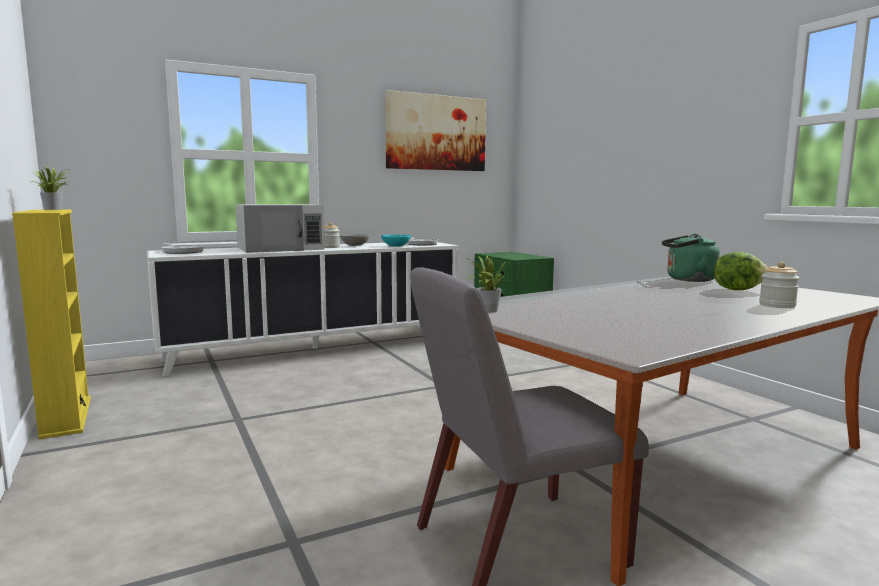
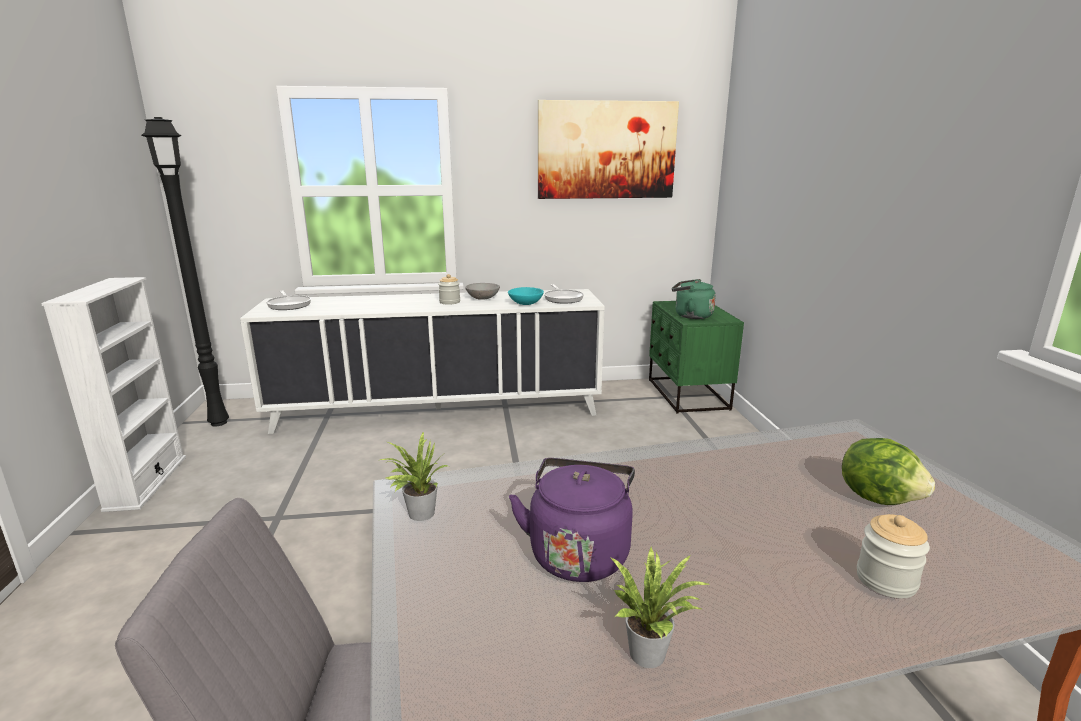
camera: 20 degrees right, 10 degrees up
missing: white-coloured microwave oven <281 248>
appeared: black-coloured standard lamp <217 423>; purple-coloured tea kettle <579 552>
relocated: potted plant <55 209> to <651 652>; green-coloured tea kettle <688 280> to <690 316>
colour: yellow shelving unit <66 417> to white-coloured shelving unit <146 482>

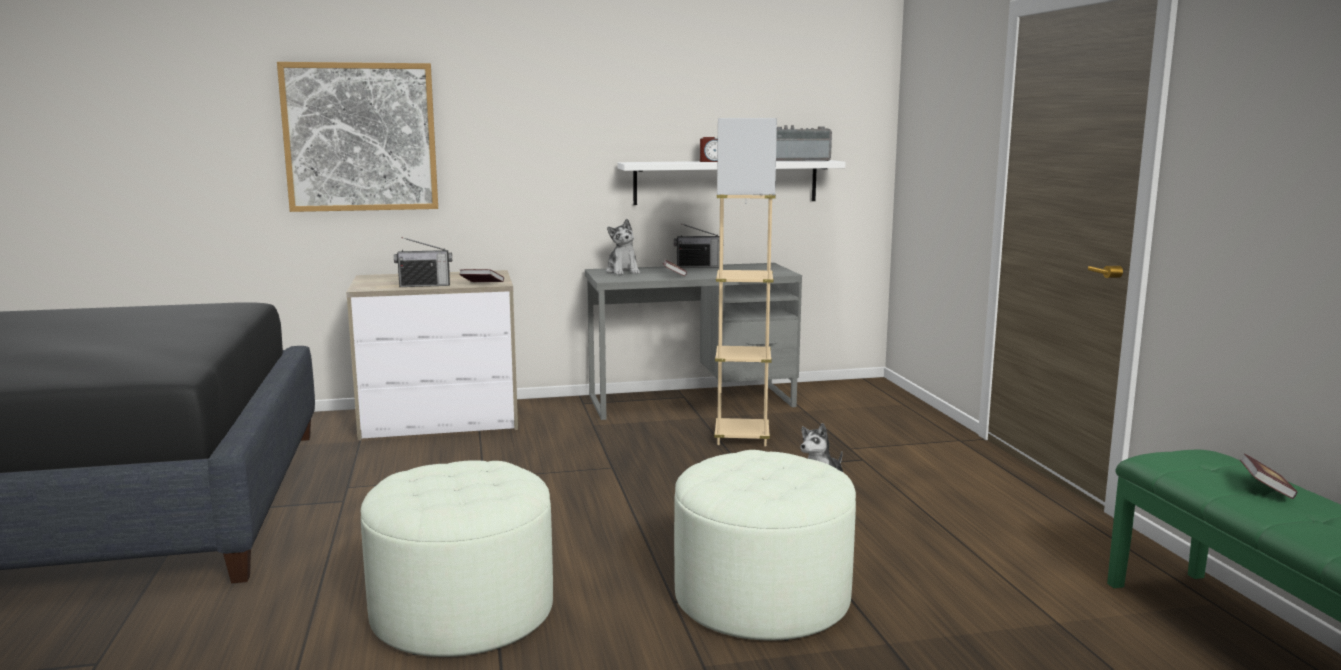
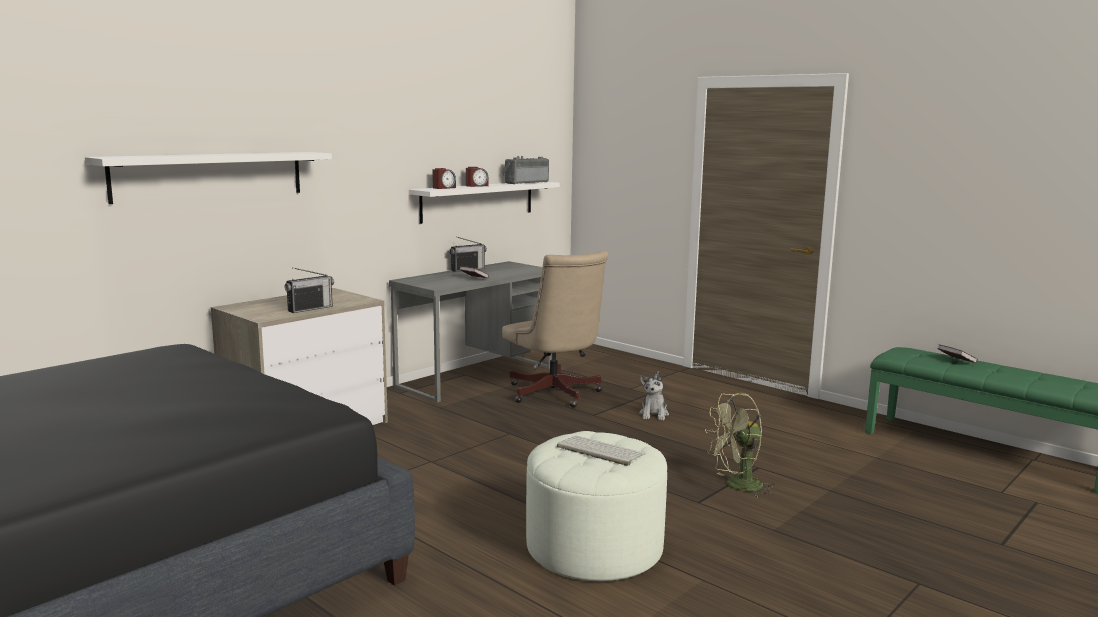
camera: 35 degrees left, 0 degrees up
missing: book <482 284>; plush toy <623 272>
appeared: alarm clock <443 188>; PC keyboard <599 451>
exchanged: wall picture <360 137> to white-coloured bracket shelf <210 176>; white-coloured ottoman <762 598> to green-coloured electric fan <737 486>; sand-coloured standard lamp <741 437> to sand-coloured office chair <555 395>

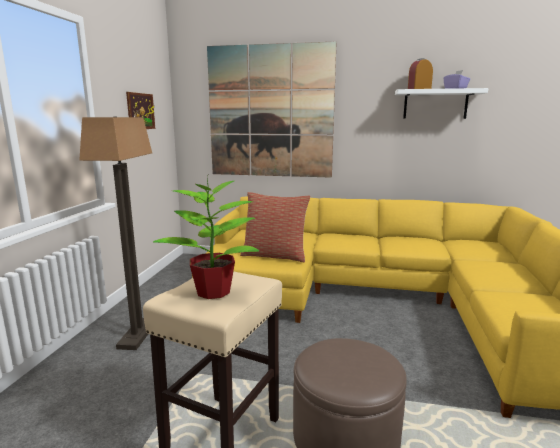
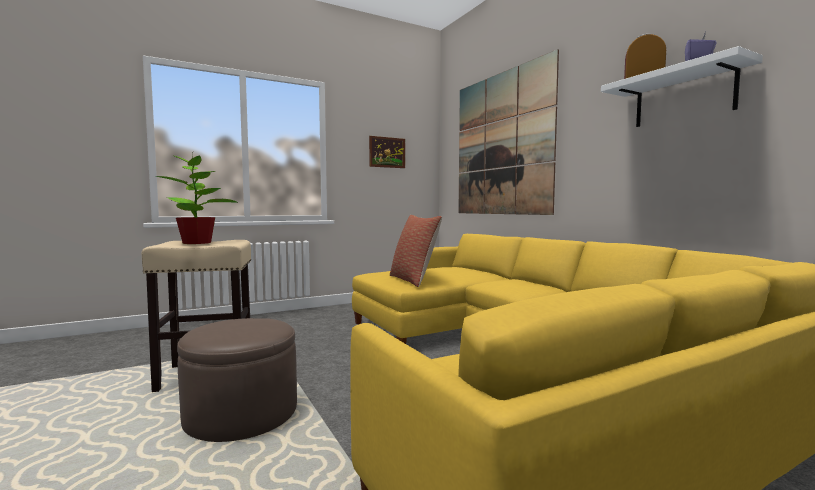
camera: 50 degrees right, 10 degrees down
missing: standard lamp <137 335>

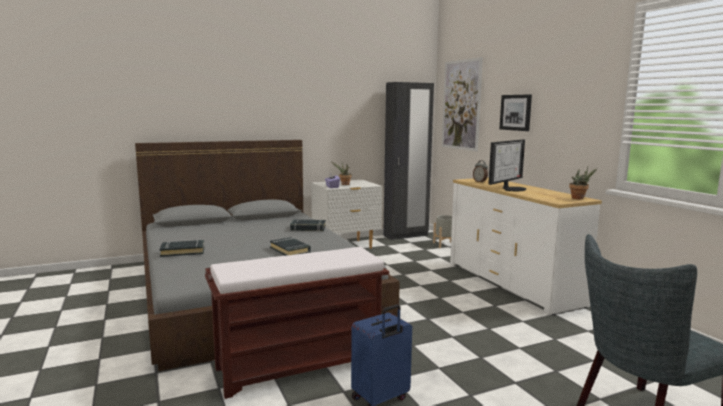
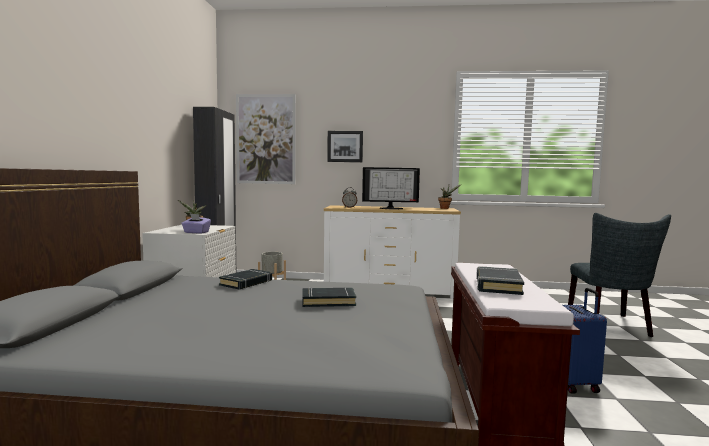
camera: 60 degrees left, 5 degrees down
relocated: black-coloured book <183 251> to <497 285>
spun: computer display <512 189> = <391 208> 105 degrees clockwise

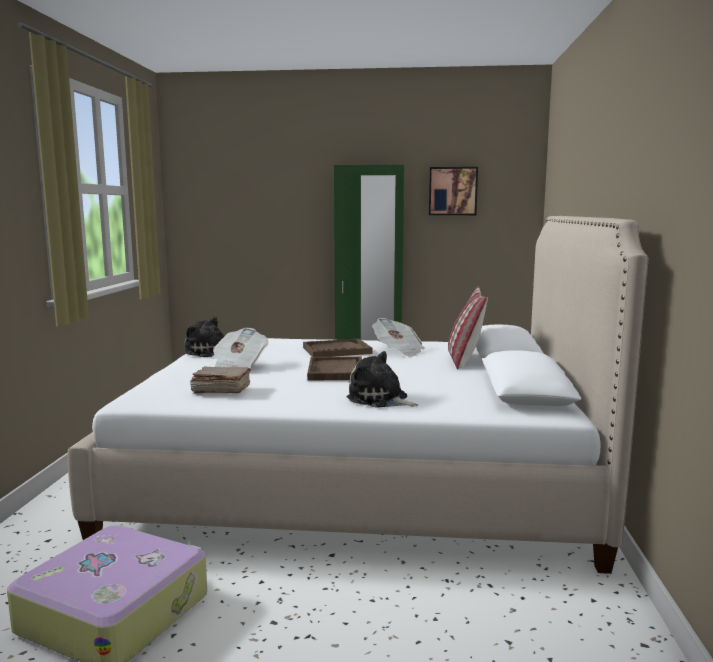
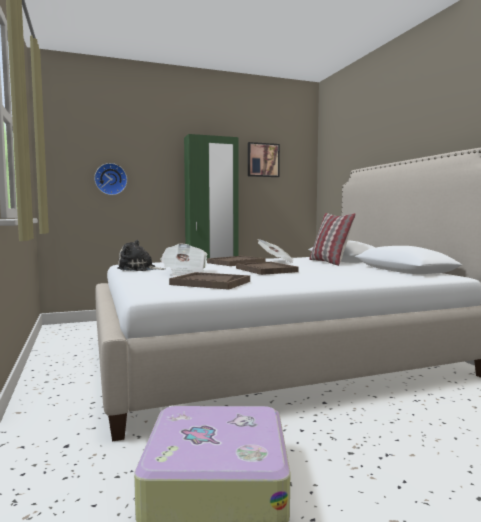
camera: 25 degrees left, 5 degrees down
missing: plush toy <380 399>
appeared: wall clock <110 179>
exchanged: brownish book <220 390> to brownish carrying tray <210 283>

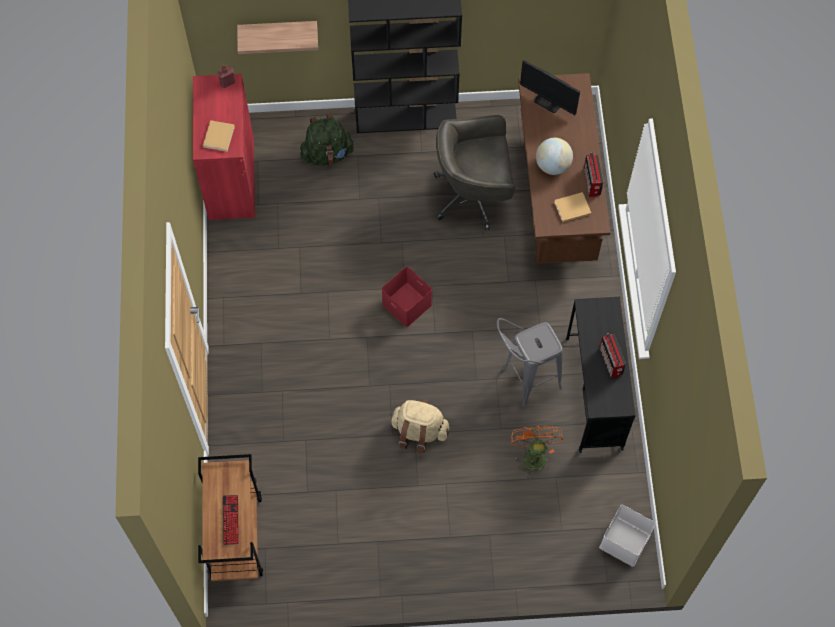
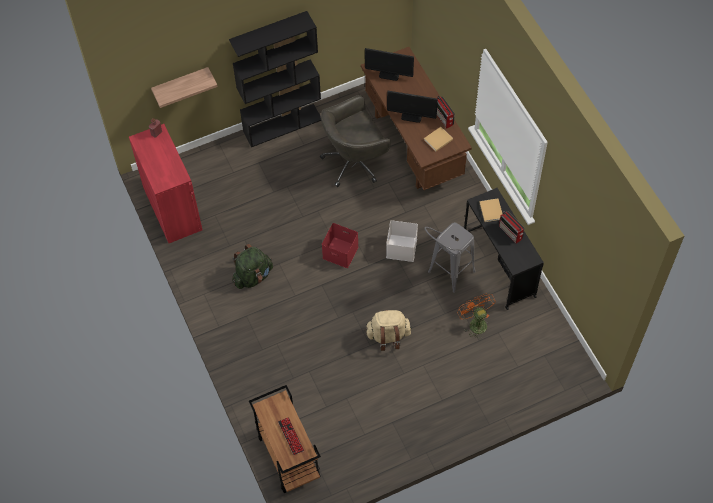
camera: 20 degrees left, 5 degrees down
relocated: sand-coloured book <219 136> to <491 210>; green-coloured backpack <327 154> to <253 276>; white-coloured storage bin <625 542> to <402 248>
exchanged: globe <552 165> to computer display <411 116>

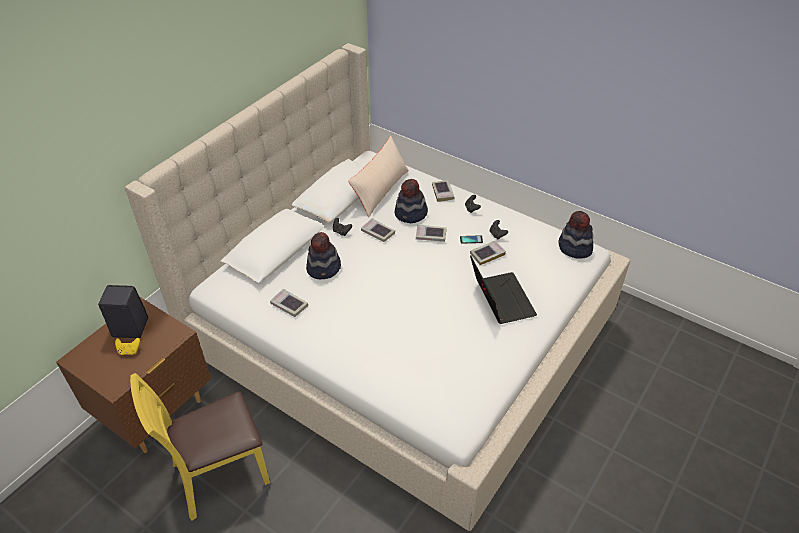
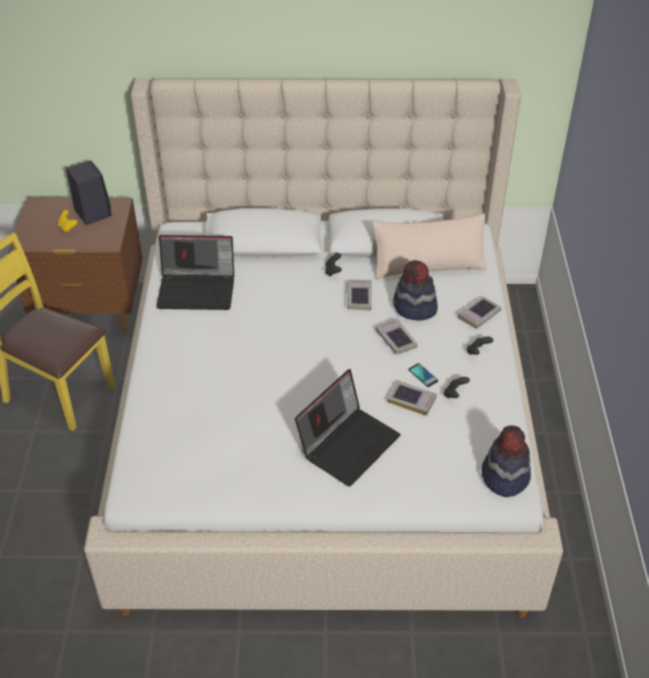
camera: 55 degrees right, 0 degrees up
missing: clothing hat <324 268>
exchanged: book <289 305> to portable computer <198 289>

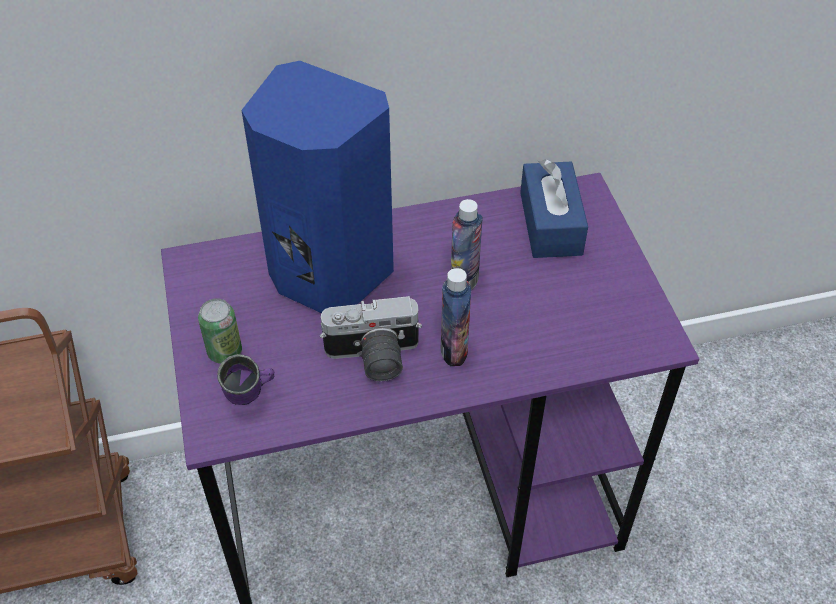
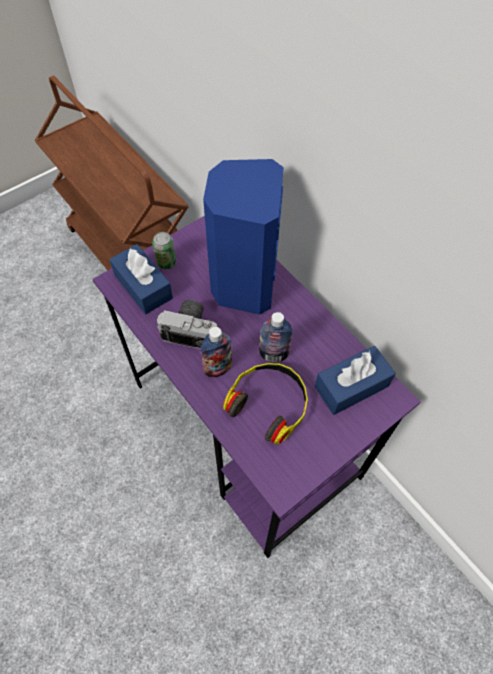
camera: 65 degrees right, 10 degrees up
appeared: pair of headphones <269 403>
exchanged: purple-coloured coffee mug <251 396> to blue tissue holder <143 286>
spun: still camera <373 358> = <193 330> 135 degrees clockwise

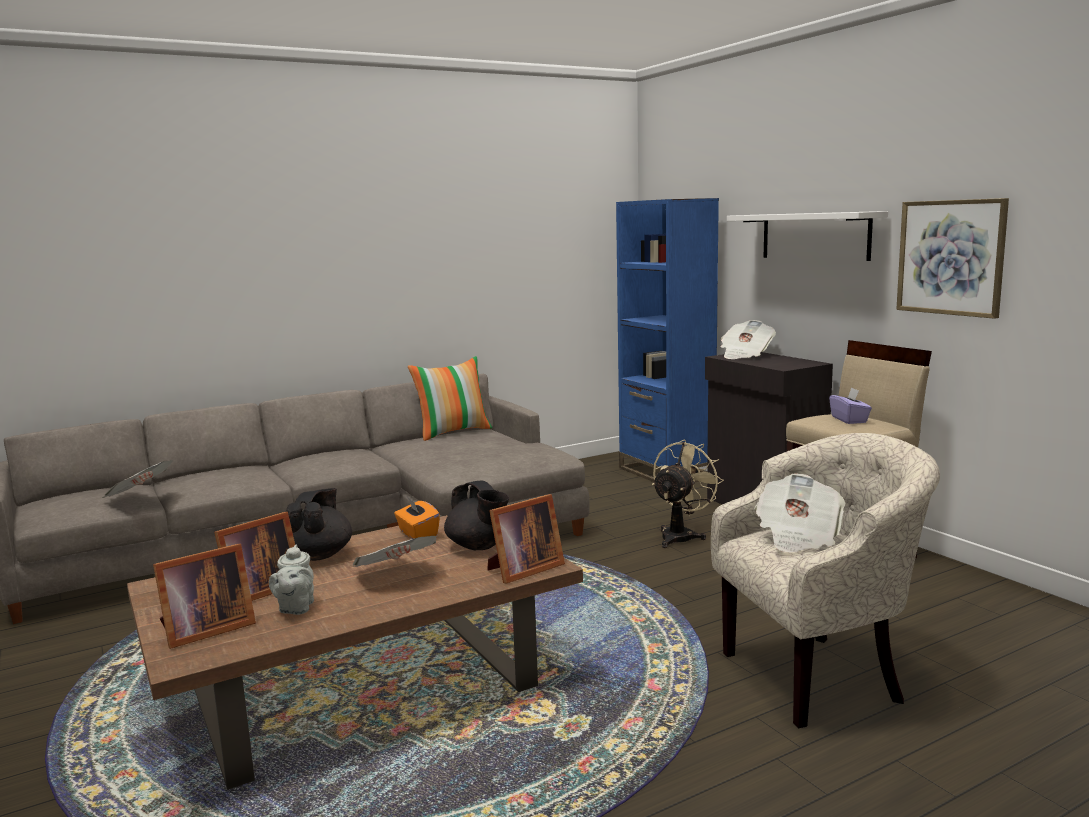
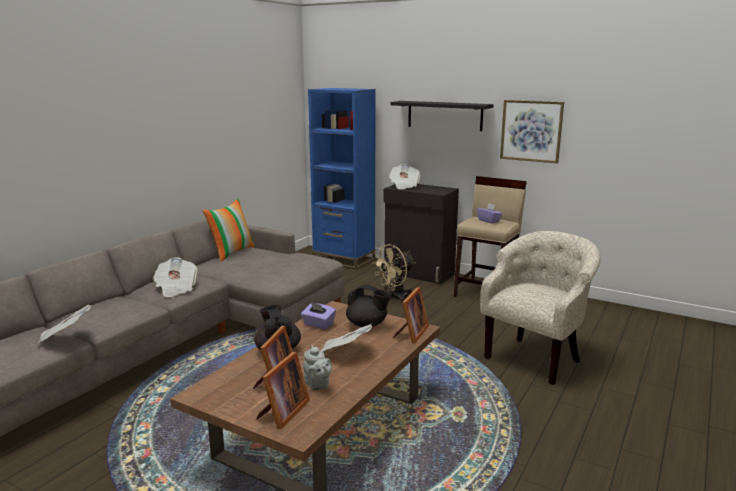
camera: 30 degrees left, 5 degrees up
relocated: newspaper <797 536> to <176 288>
colour: orange tissue holder <417 534> to purple-coloured tissue holder <318 324>; white-coloured bracket shelf <814 236> to black-coloured bracket shelf <444 115>
spun: sand-coloured electric fan <681 536> = <395 297> 135 degrees counterclockwise

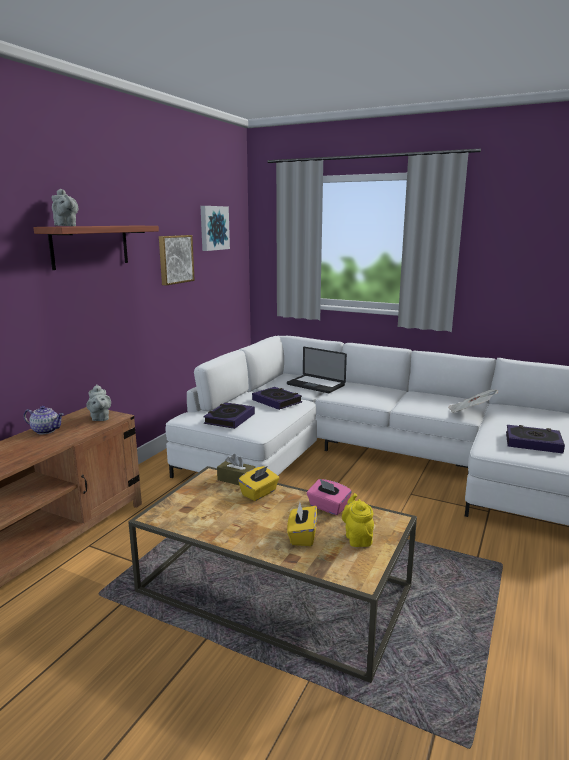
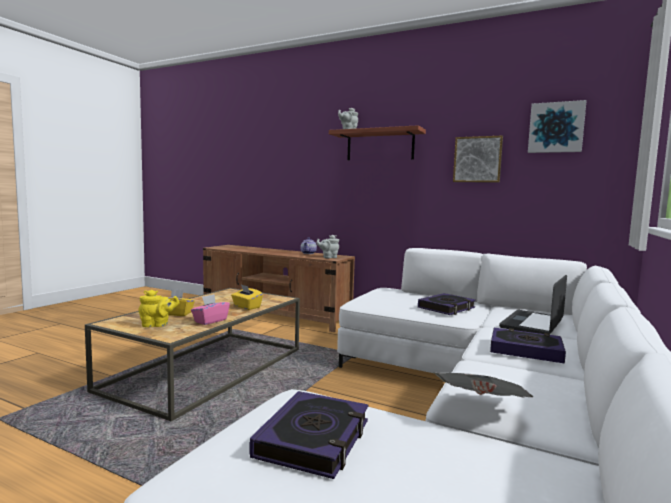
camera: 90 degrees right, 10 degrees down
missing: brownish tissue holder <236 479>
relocated: book <229 419> to <525 350>

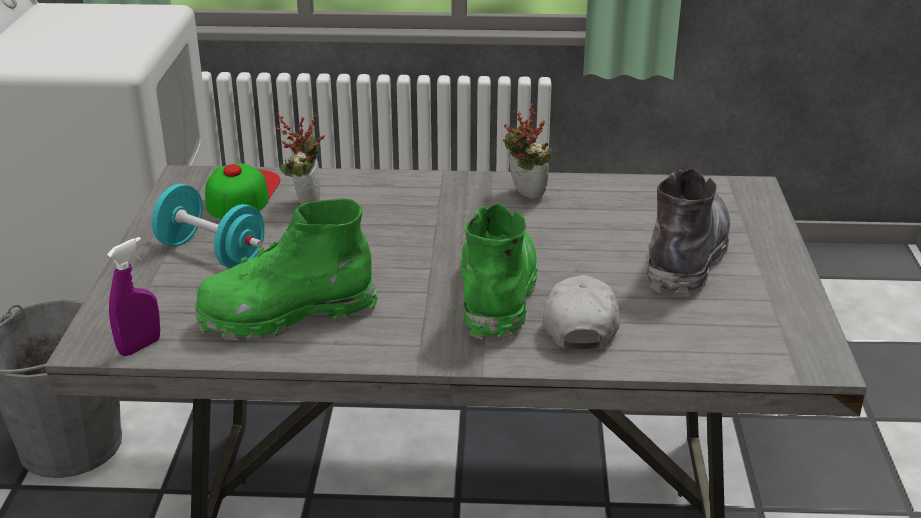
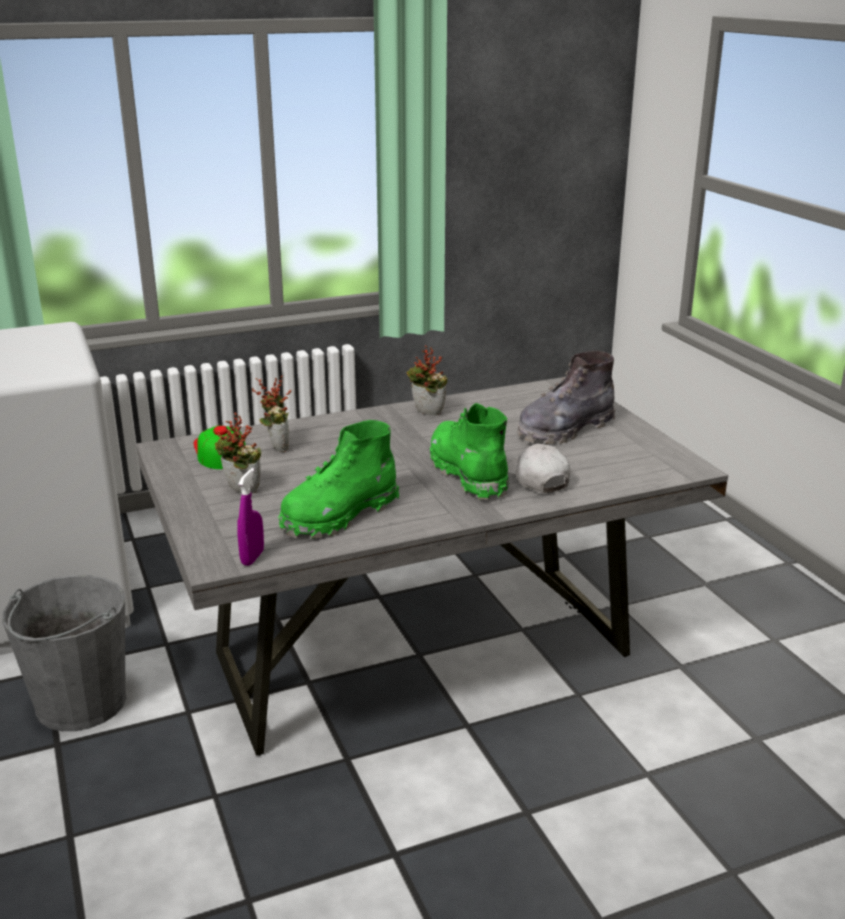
camera: 25 degrees left, 5 degrees down
exchanged: blue-green hand weight <211 253> to potted plant <240 491>
spun: gray boot <685 257> = <564 429> 120 degrees counterclockwise

